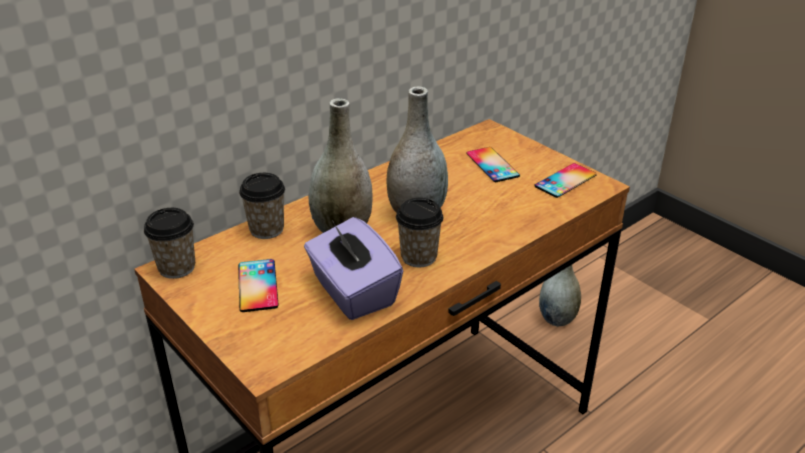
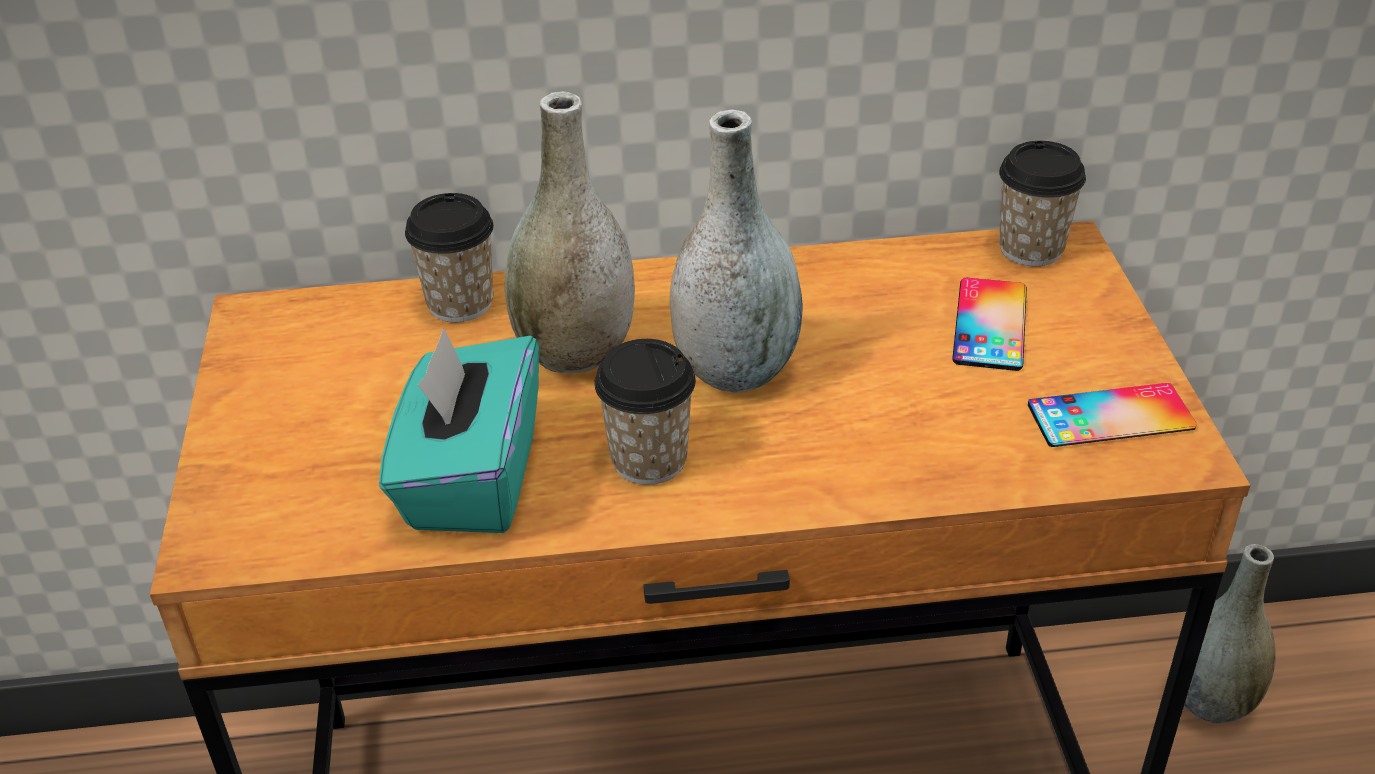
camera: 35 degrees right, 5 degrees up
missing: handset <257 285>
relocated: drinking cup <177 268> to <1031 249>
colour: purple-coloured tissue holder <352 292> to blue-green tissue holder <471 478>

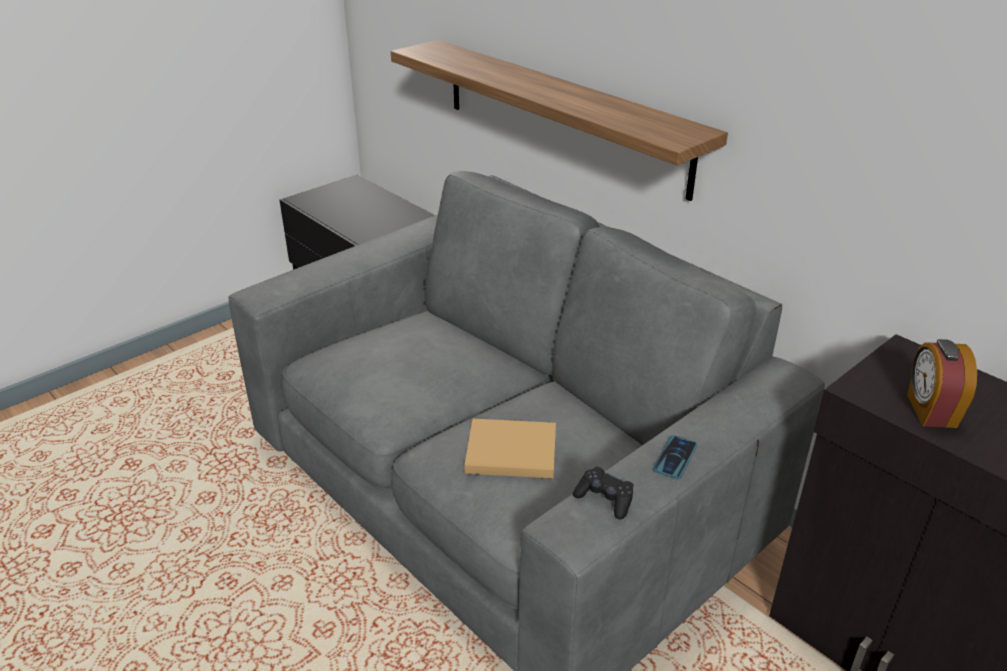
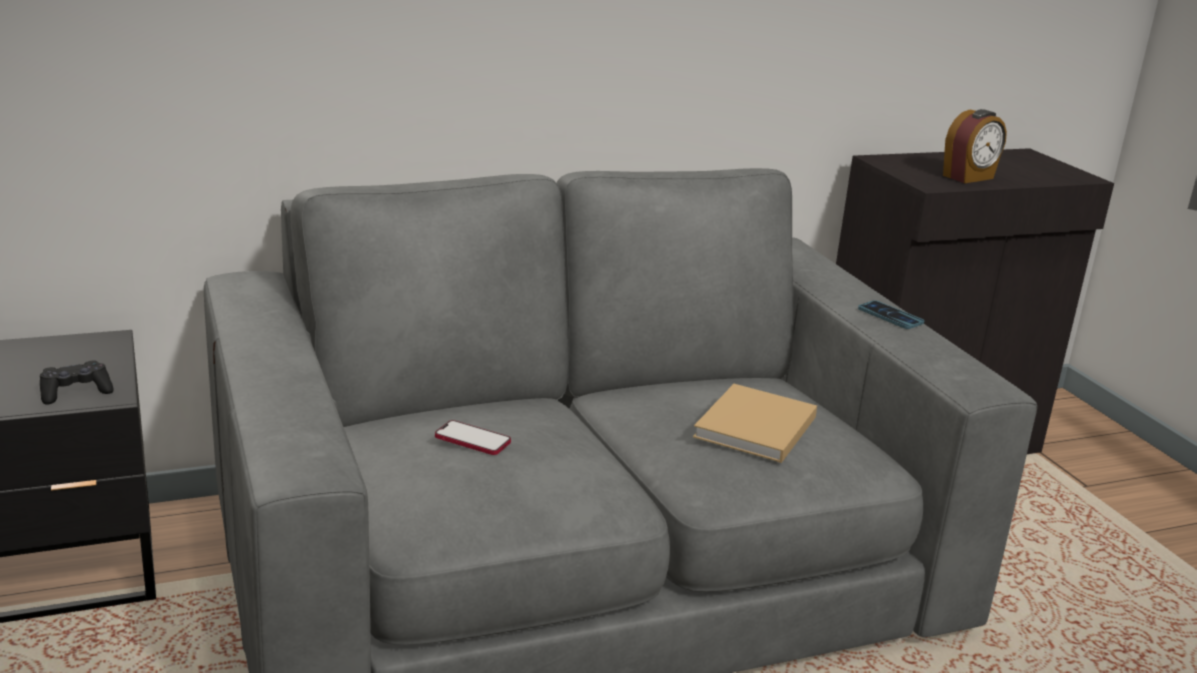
camera: 70 degrees left, 10 degrees down
missing: bracket shelf <561 114>
appeared: handset <472 440>
relocated: black-coloured game controller <605 499> to <75 392>
spun: alarm clock <929 411> = <969 177> 60 degrees counterclockwise

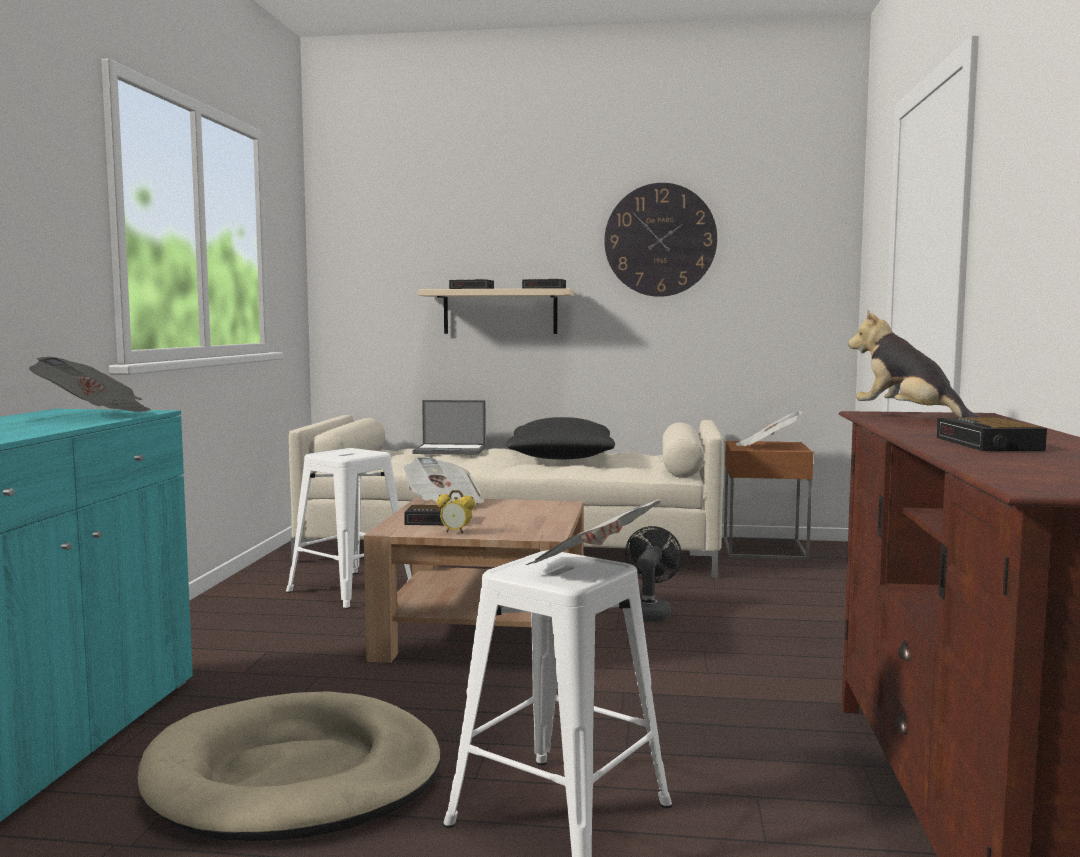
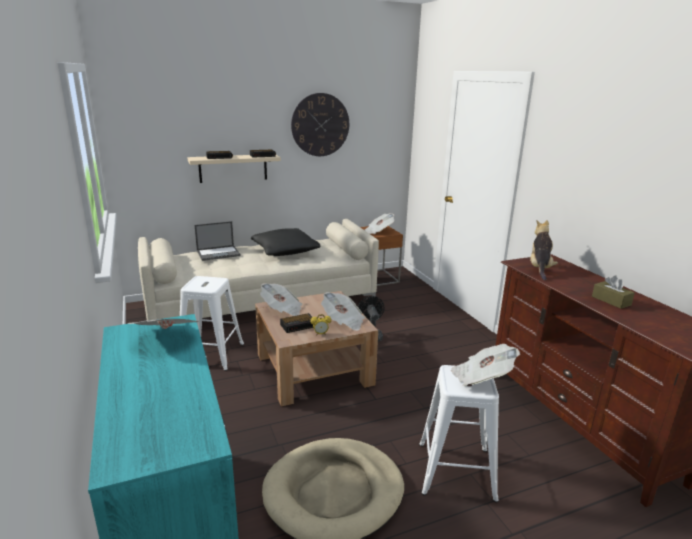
camera: 30 degrees left, 15 degrees up
appeared: newspaper <343 322>
exchanged: alarm clock <989 444> to brownish tissue holder <611 301>
spun: plush toy <908 418> = <539 268> 75 degrees clockwise

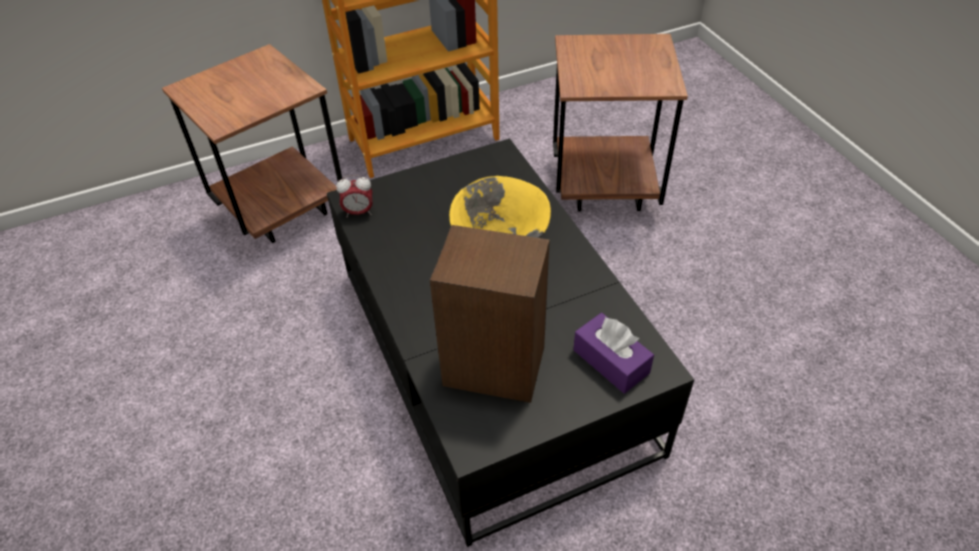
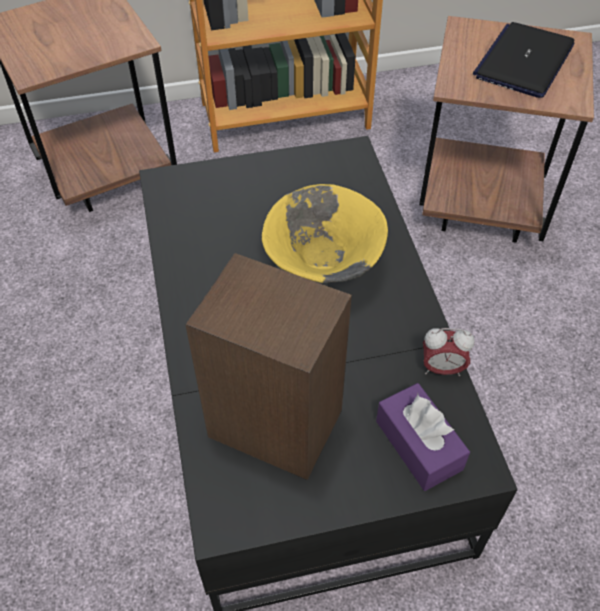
camera: 10 degrees right, 5 degrees up
appeared: portable computer <524 61>
relocated: alarm clock <359 212> to <442 368>

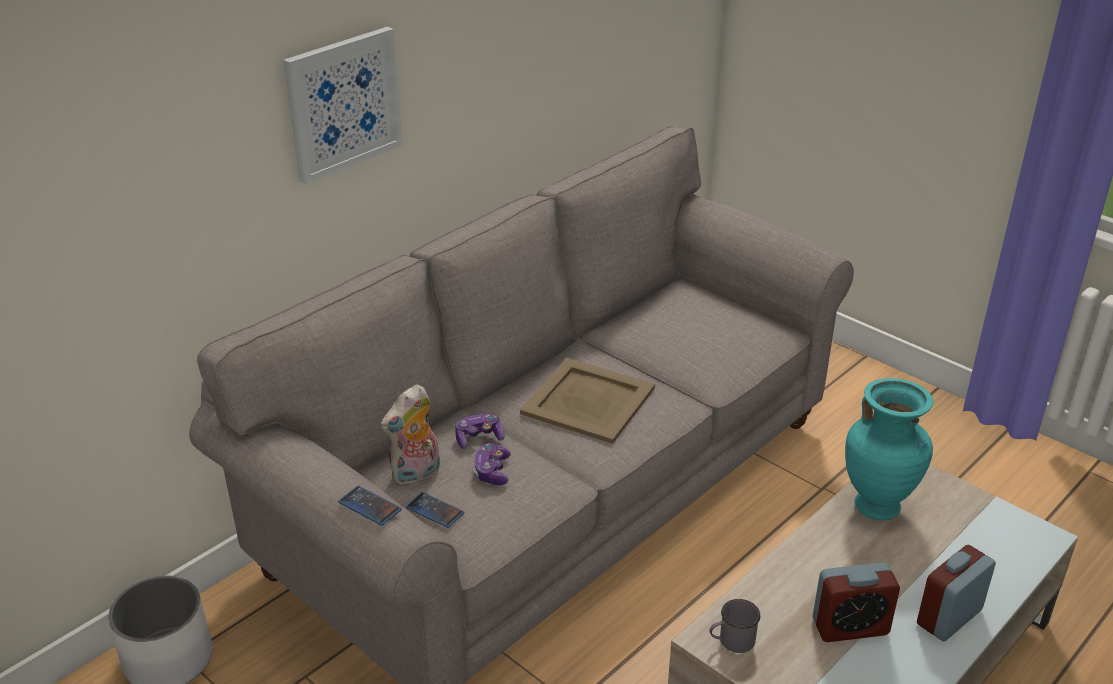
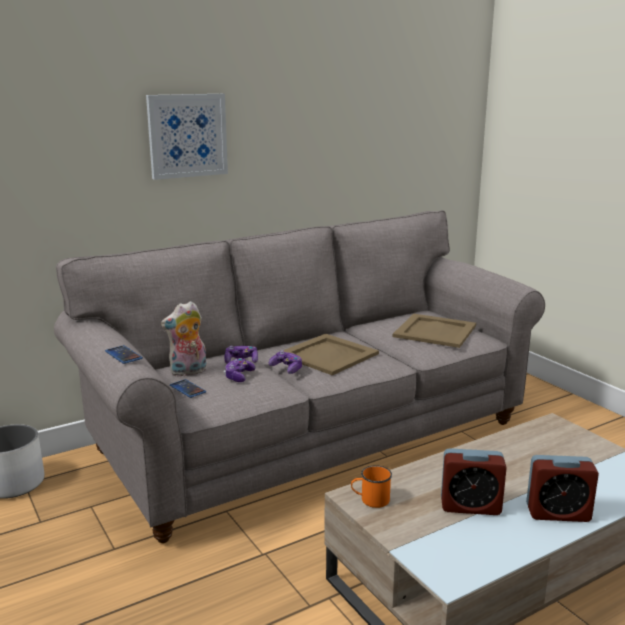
camera: 15 degrees right, 15 degrees down
missing: blue-green decorative vase <877 506>
appeared: game controller <287 368>; sand-coloured carrying tray <434 331>
colour: gray coffee mug <731 641> to orange coffee mug <370 500>
spun: alarm clock <949 617> = <558 513> 150 degrees counterclockwise

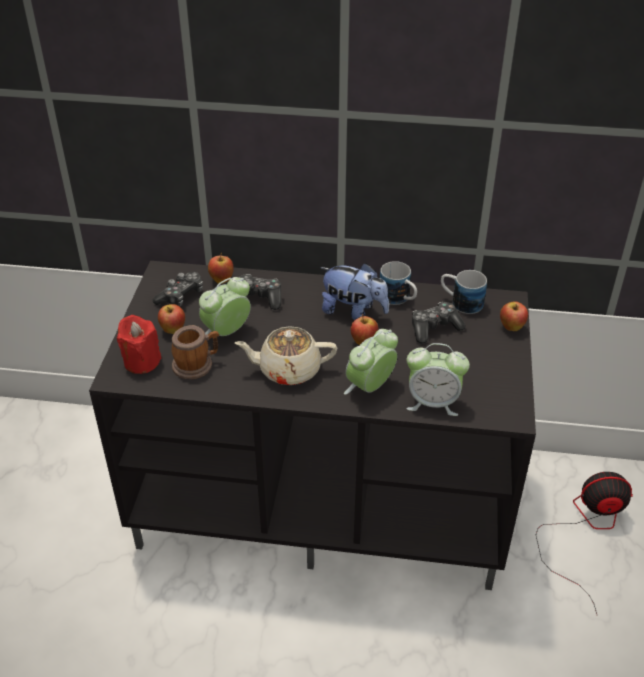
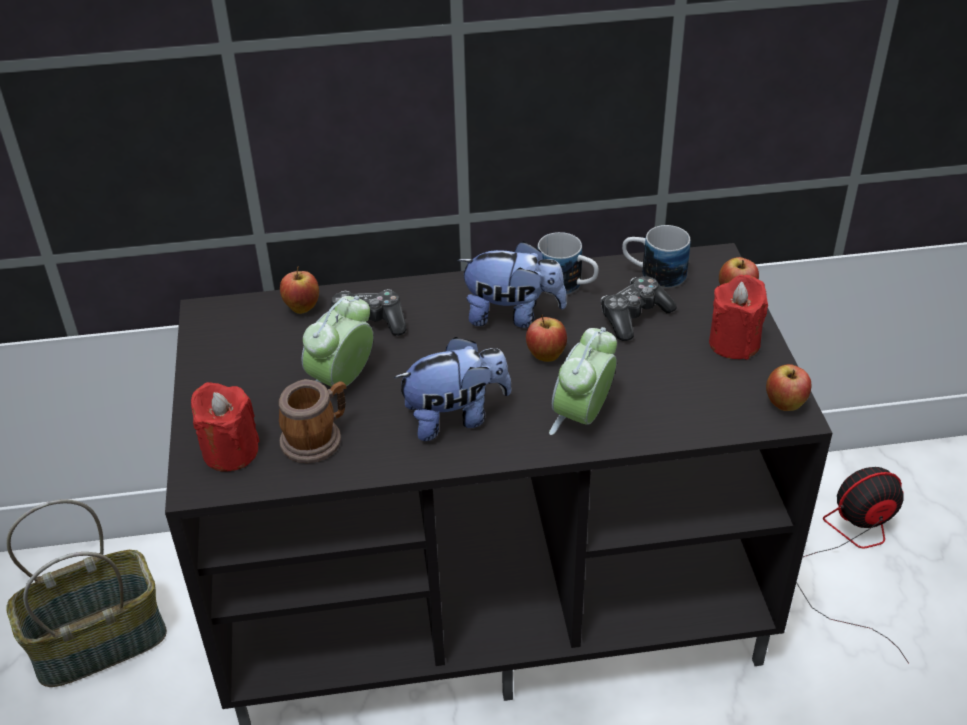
camera: 15 degrees left, 0 degrees up
missing: game controller <181 296>; alarm clock <433 402>
appeared: basket <100 640>; red-coloured wax candle <734 343>
relocated: whole apple <173 330> to <785 405>
exchanged: sand-coloured pot for tea <288 370> to plush toy <455 417>

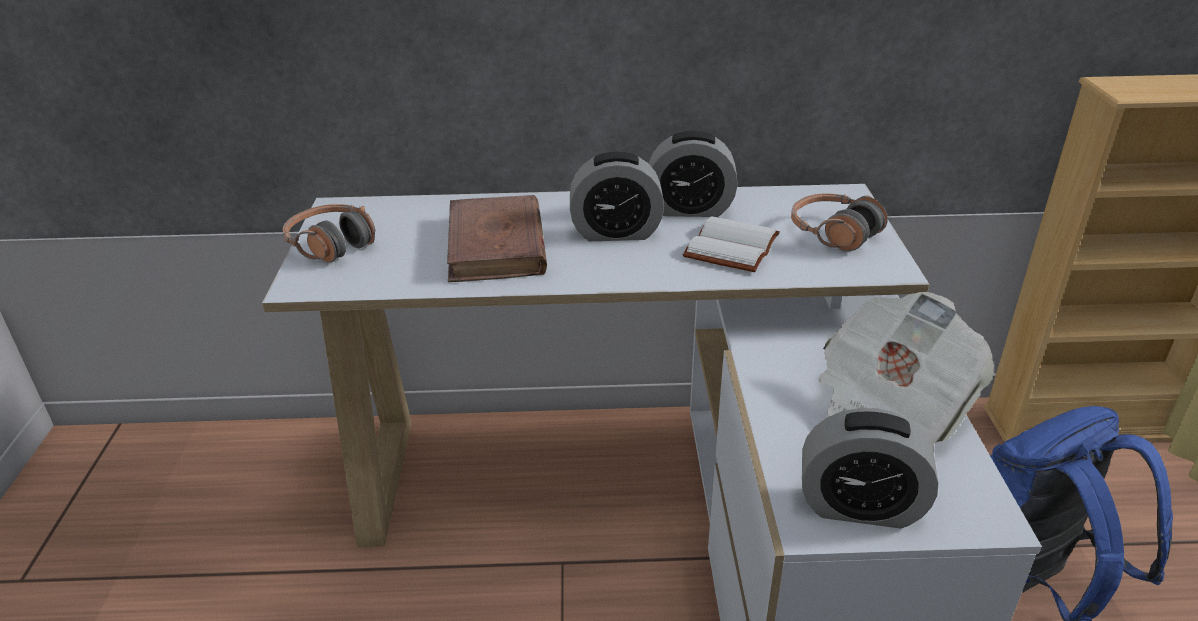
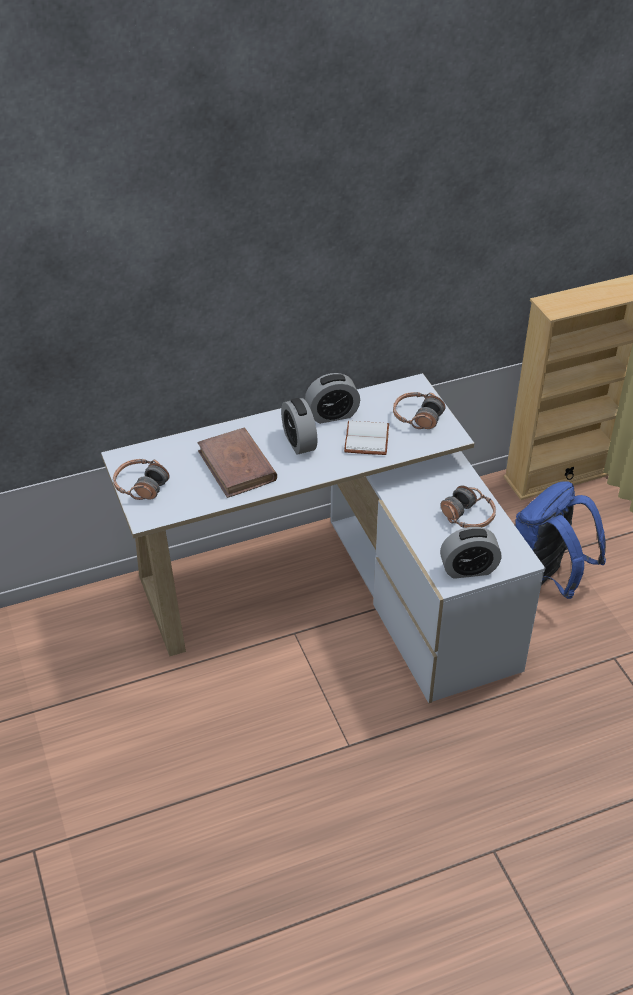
camera: 20 degrees left, 10 degrees up
exchanged: newspaper <888 410> to pair of headphones <468 517>
spun: alarm clock <616 232> = <299 442> 90 degrees clockwise

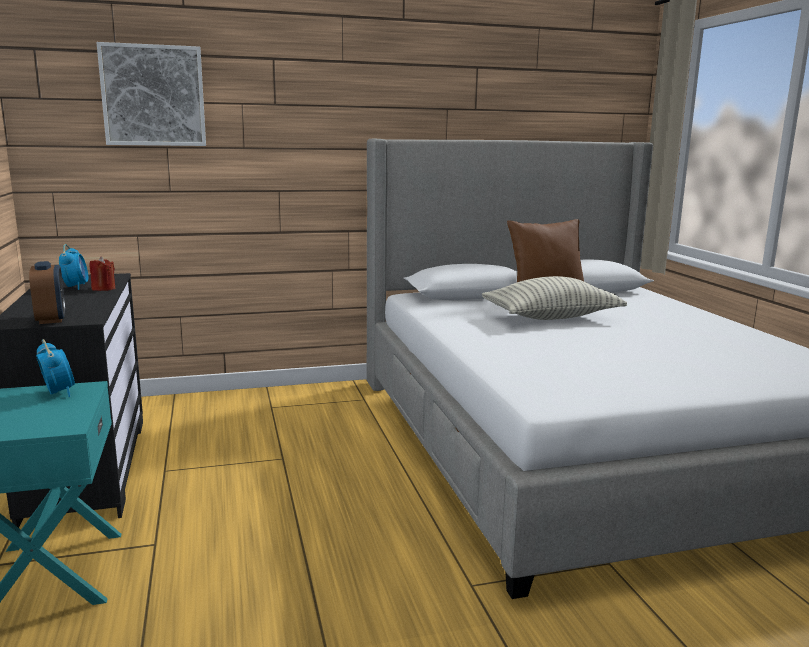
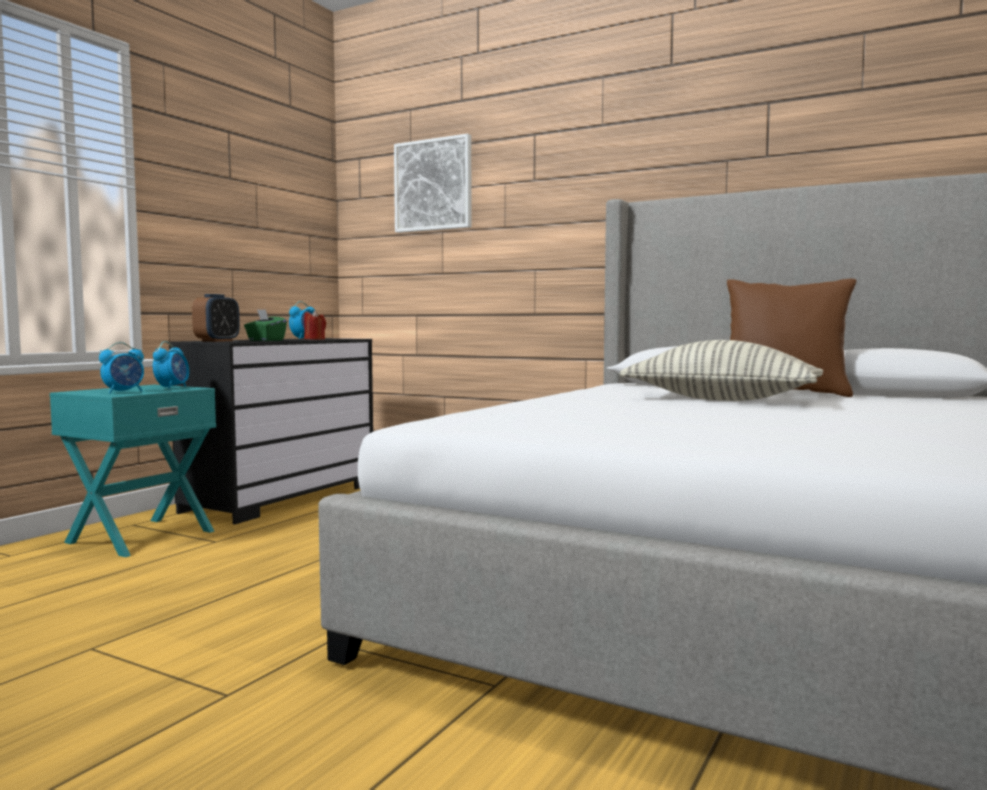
camera: 45 degrees right, 10 degrees down
appeared: alarm clock <124 392>; green-coloured tissue holder <265 340>

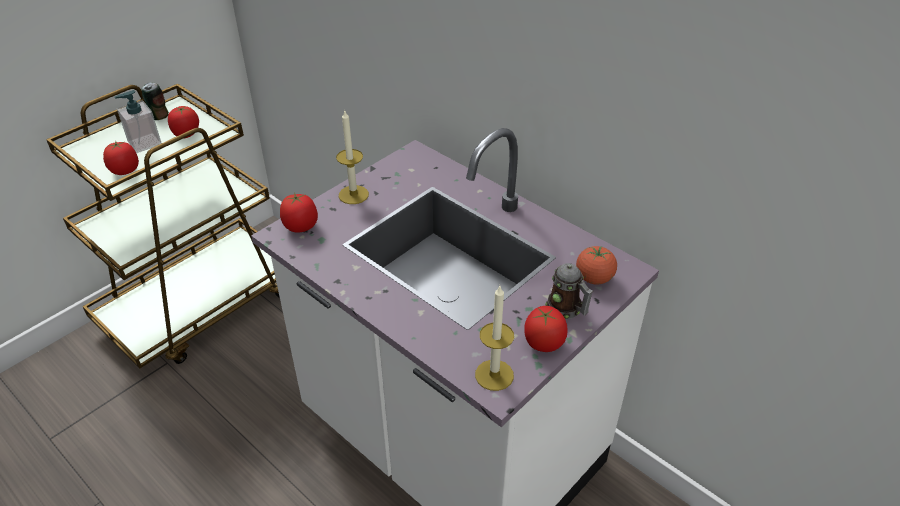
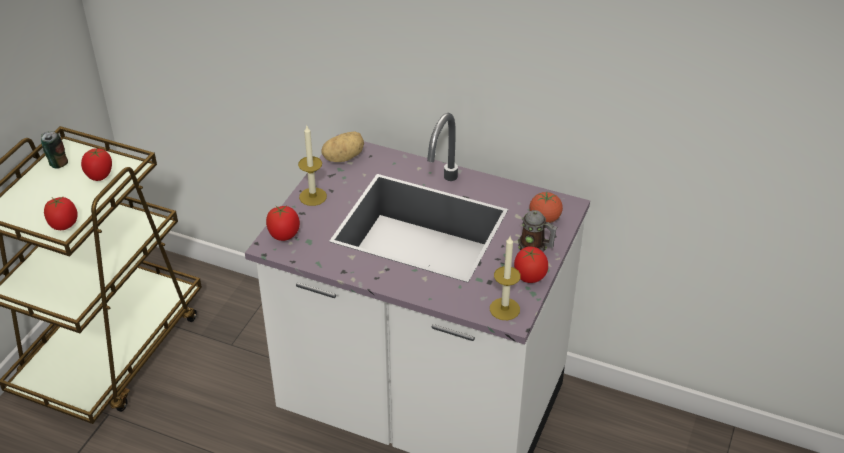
camera: 20 degrees left, 0 degrees up
missing: soap dispenser <144 143>
appeared: spud <343 157>

